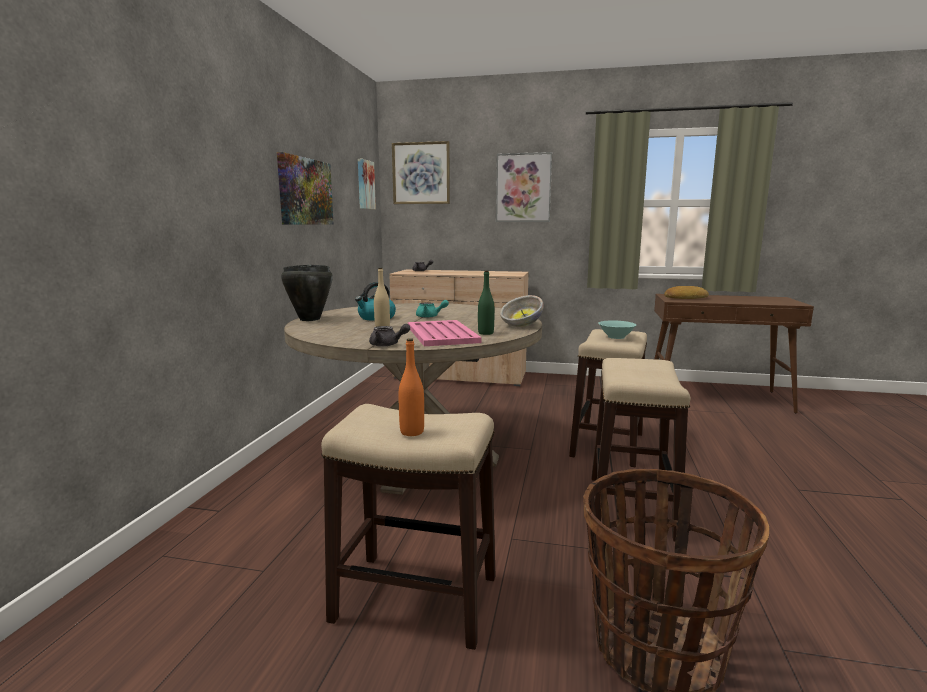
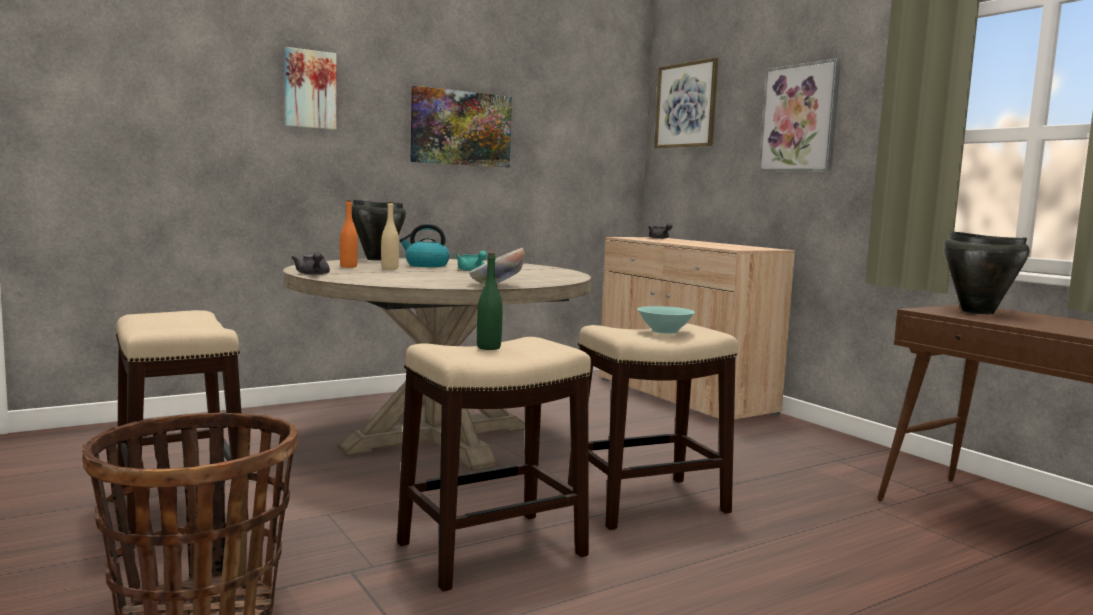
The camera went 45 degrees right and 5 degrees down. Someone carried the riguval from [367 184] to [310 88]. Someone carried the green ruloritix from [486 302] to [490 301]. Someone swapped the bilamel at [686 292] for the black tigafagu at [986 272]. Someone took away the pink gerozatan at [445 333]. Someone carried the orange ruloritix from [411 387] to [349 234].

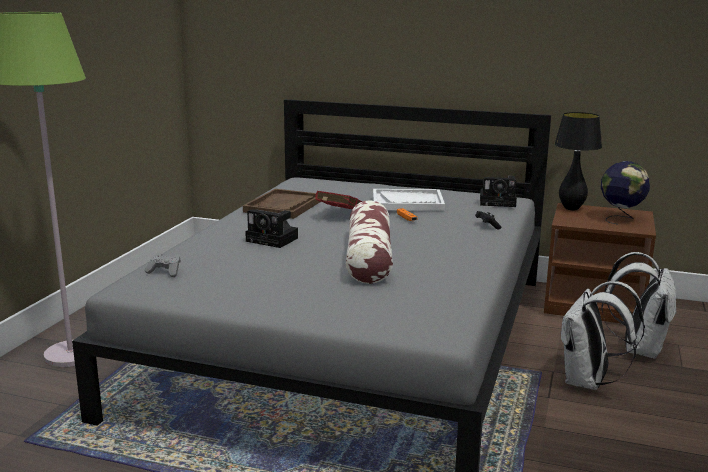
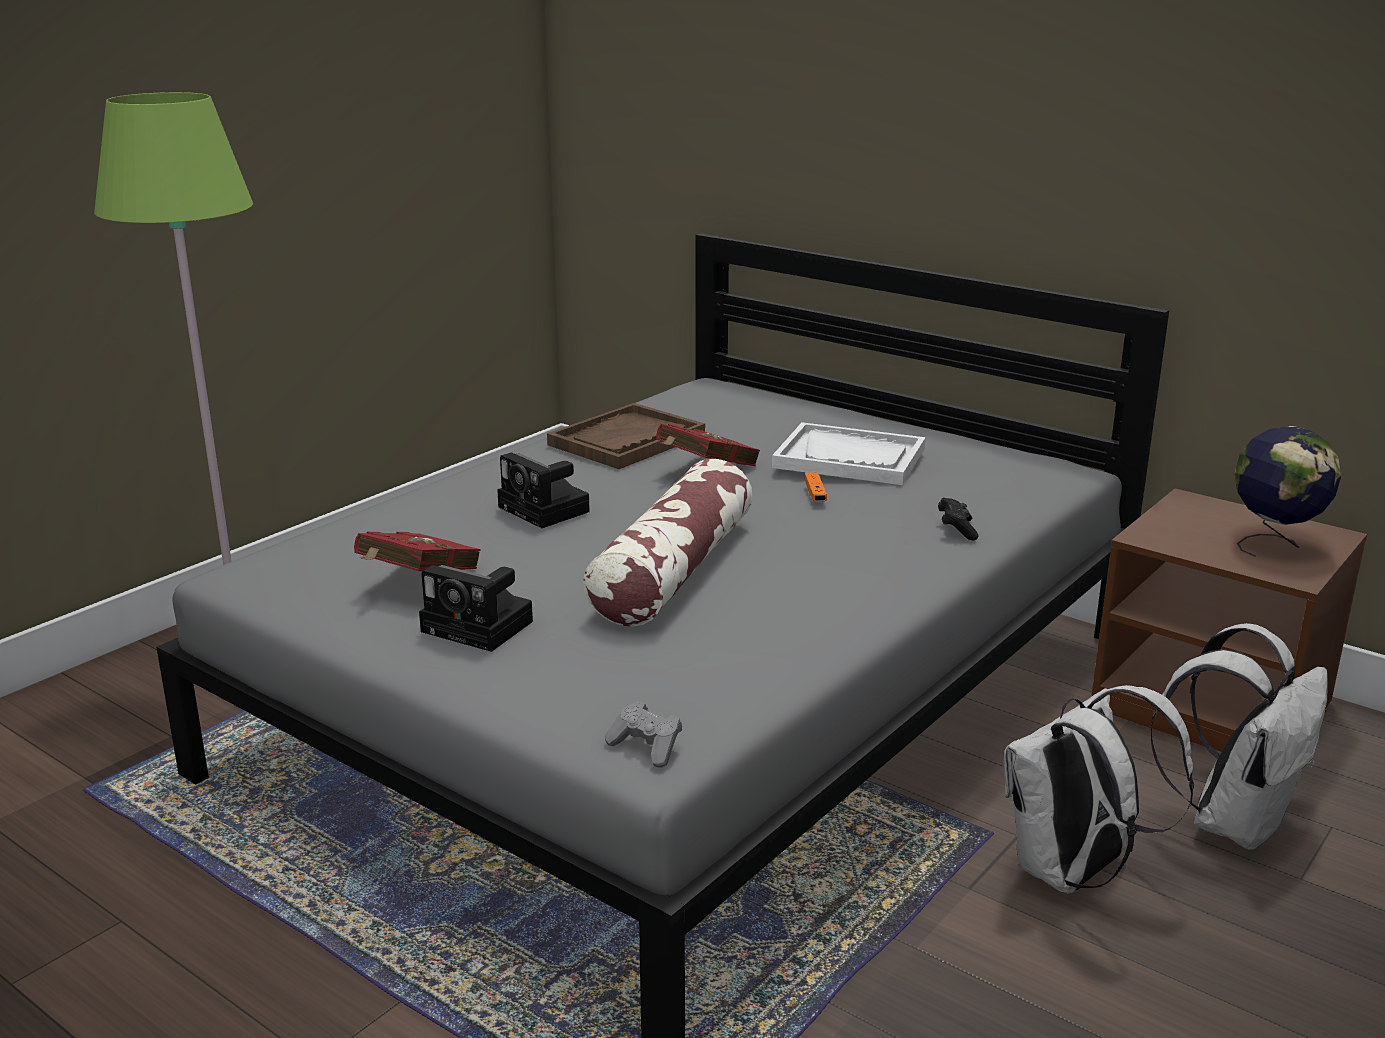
The camera went 20 degrees right and 5 degrees up. Someone took away the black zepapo at [578 161]. Someone carried the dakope from [498 191] to [476 608]. Someone carried the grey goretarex from [163 265] to [643 734]. Someone put down the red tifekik at [417 551].

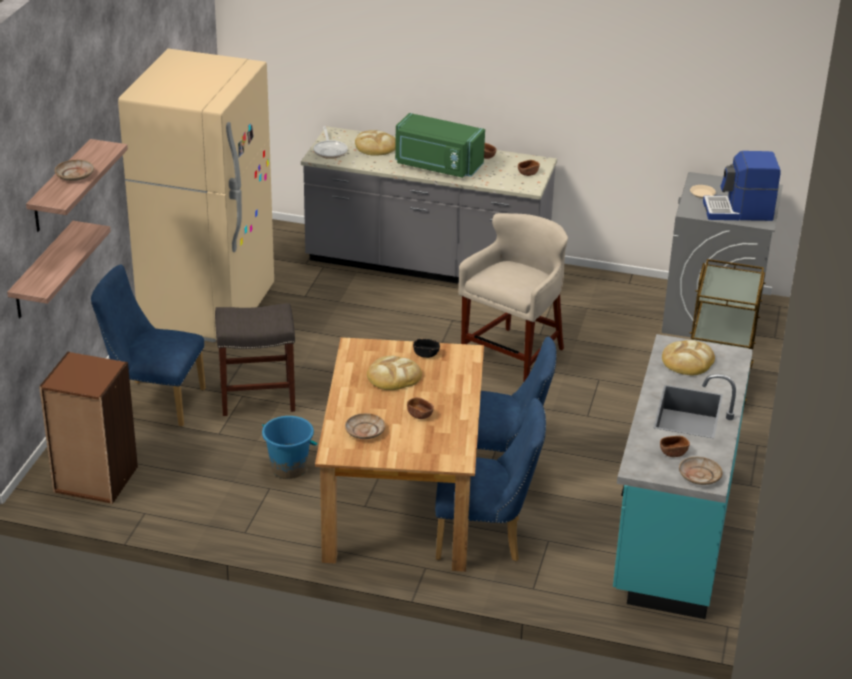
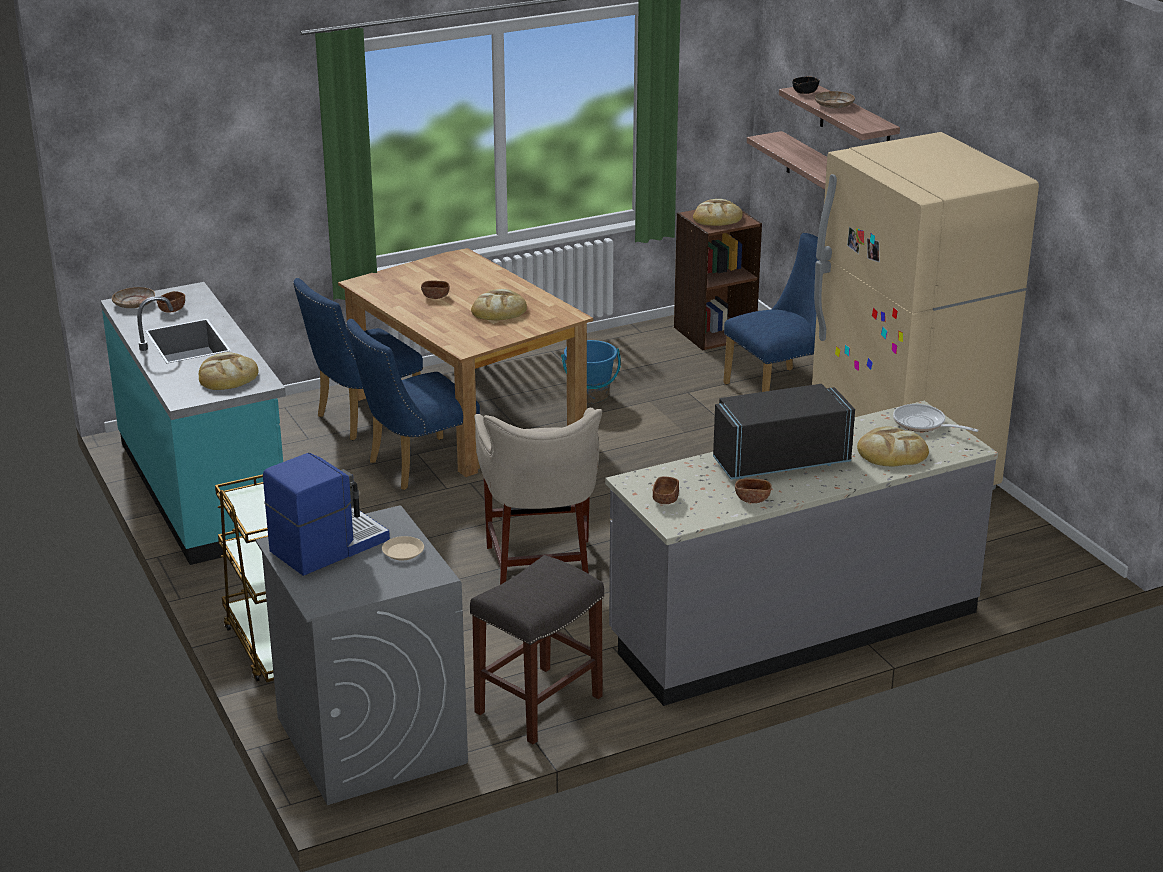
The camera went 140 degrees right and 5 degrees down. Someone repainted the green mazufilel at [440 145], which became the black mazufilel at [784 432]. Someone carried the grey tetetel from [255 359] to [537 649]. Someone carried the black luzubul from [426 348] to [806 85]. Someone took away the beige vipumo at [365 426]. Someone put down the bilamel at [718 212].

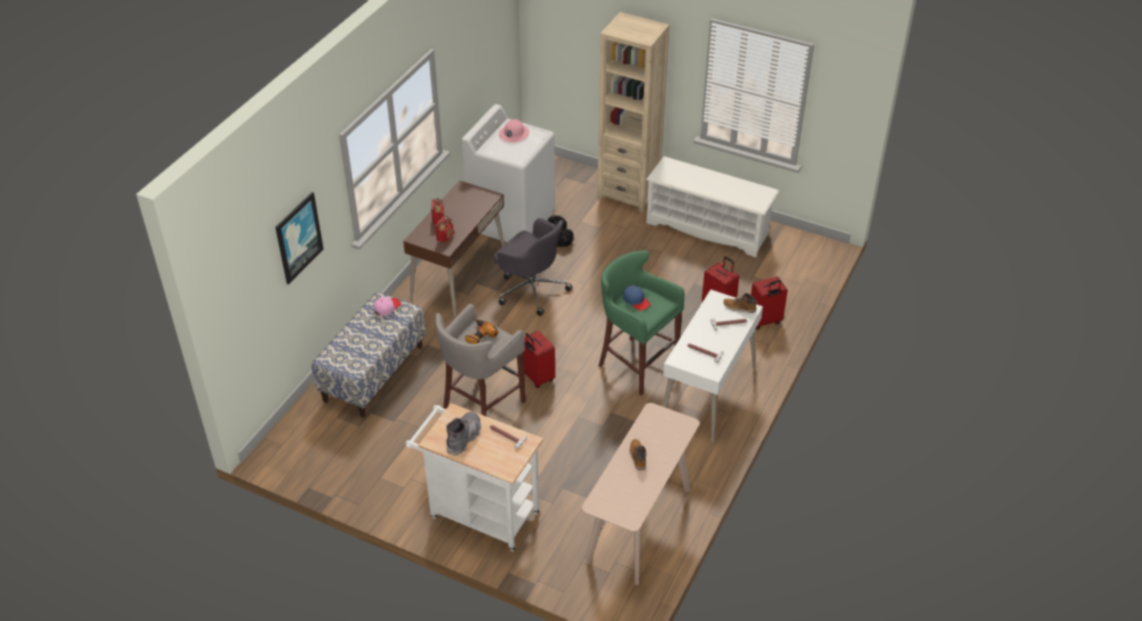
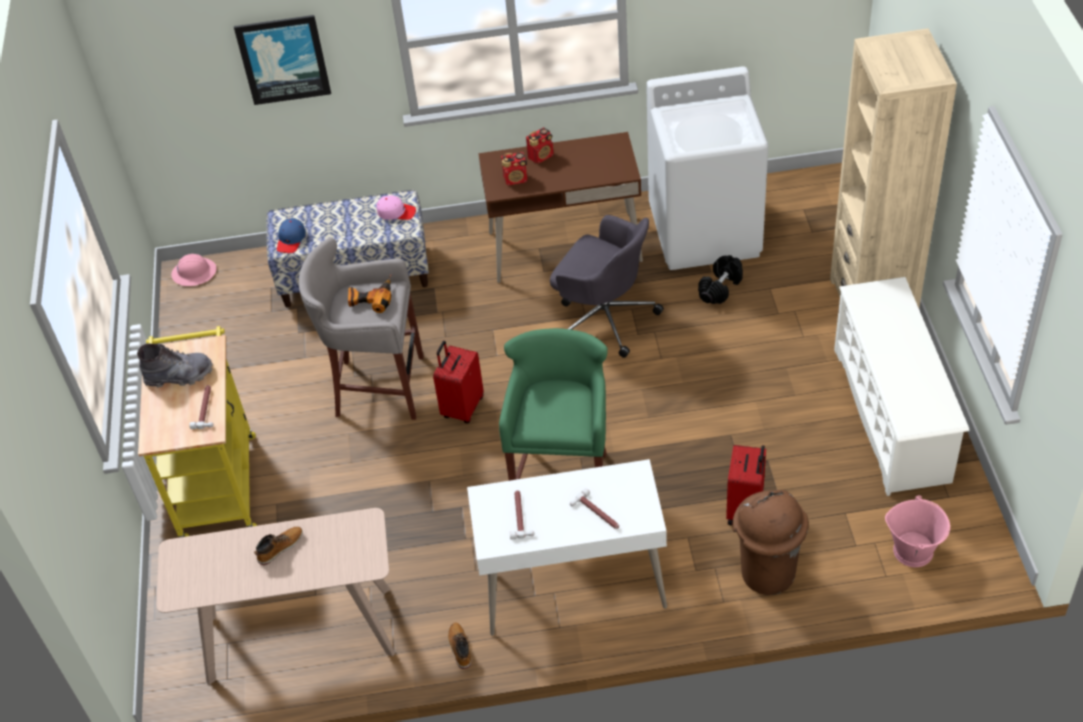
The camera went 60 degrees right and 5 degrees up. Someone carried the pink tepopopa from [514 131] to [194 270]. Someone rotated the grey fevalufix at [533 267] by 60 degrees counterclockwise. Someone swapped the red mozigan at [769 303] for the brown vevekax at [770 542]. Someone carried the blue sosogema from [637 298] to [291 235]. Someone carried the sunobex from [740 303] to [459 645]. Someone repainted the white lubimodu at [474 477], which became the yellow lubimodu at [197 432]. Someone put down the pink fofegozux at [917 531].

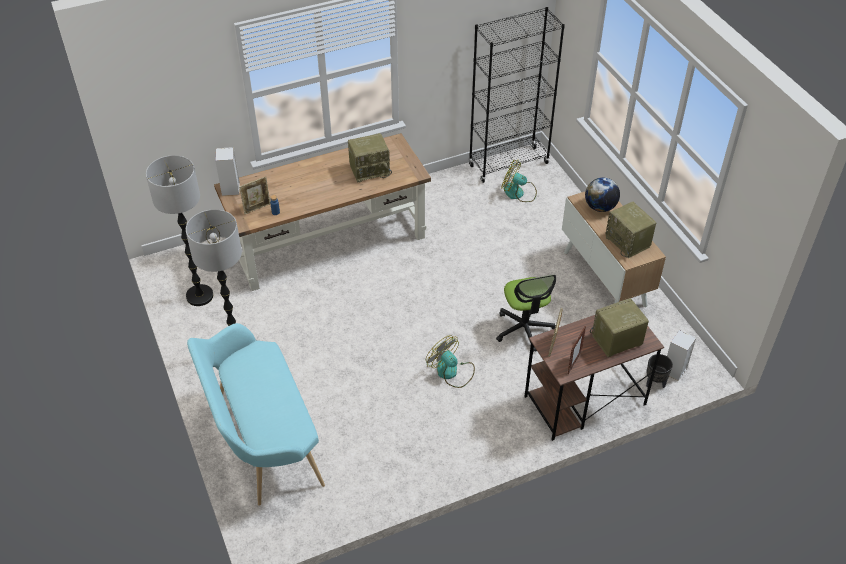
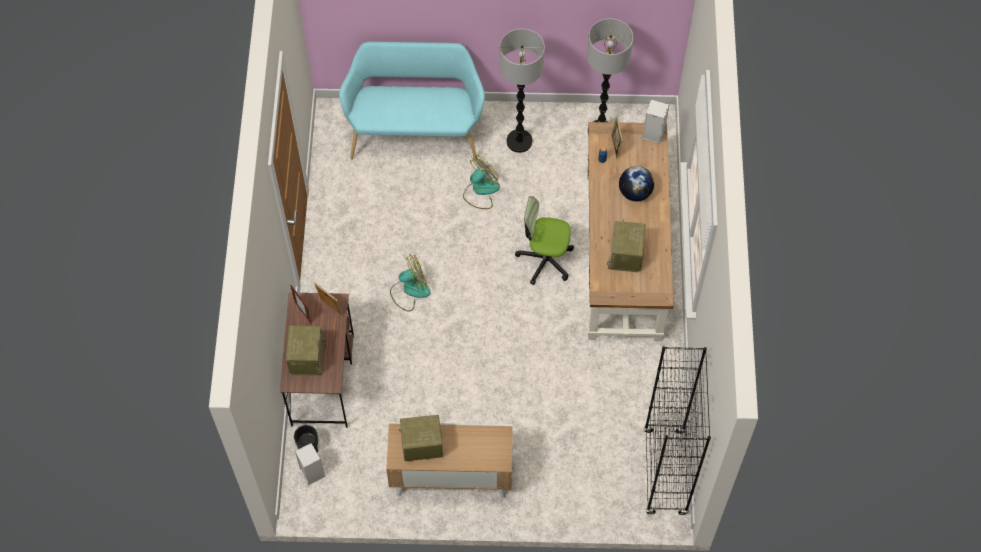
The camera went 115 degrees right and 15 degrees up. Someone carried the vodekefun from [519 181] to [481 182]. Someone carried the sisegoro from [602 194] to [636 183]. Someone carried the fevalufix from [526 313] to [544 240].

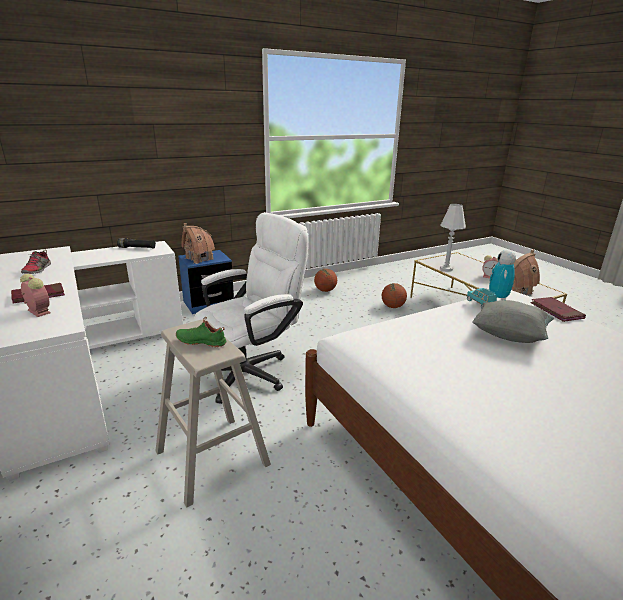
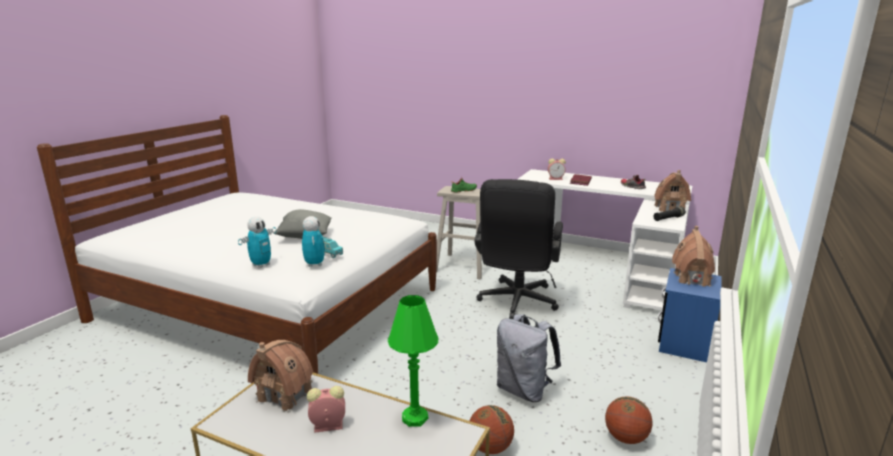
The camera went 145 degrees right and 5 degrees down. Someone repainted the white zepapo at [453 238], which became the green zepapo at [413 361]. Someone repainted the white fevalufix at [251 308], which became the black fevalufix at [519 249]. Someone swapped the red tifekik at [558 309] for the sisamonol at [257 242]. Someone put down the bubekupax at [672 191]. Someone put down the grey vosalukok at [529 358].

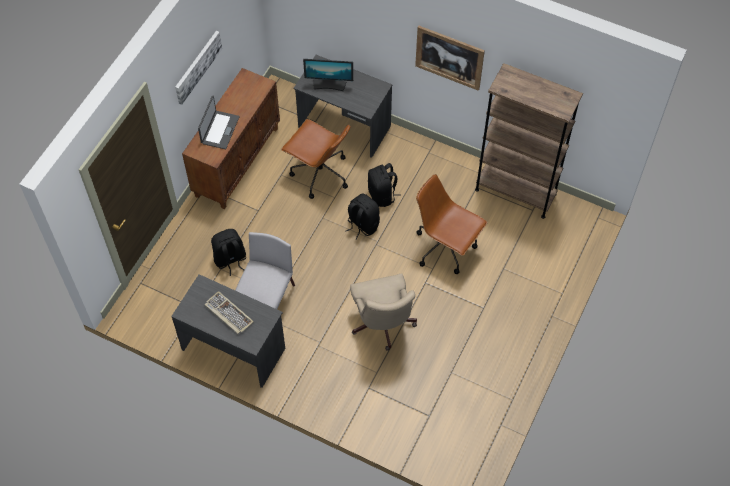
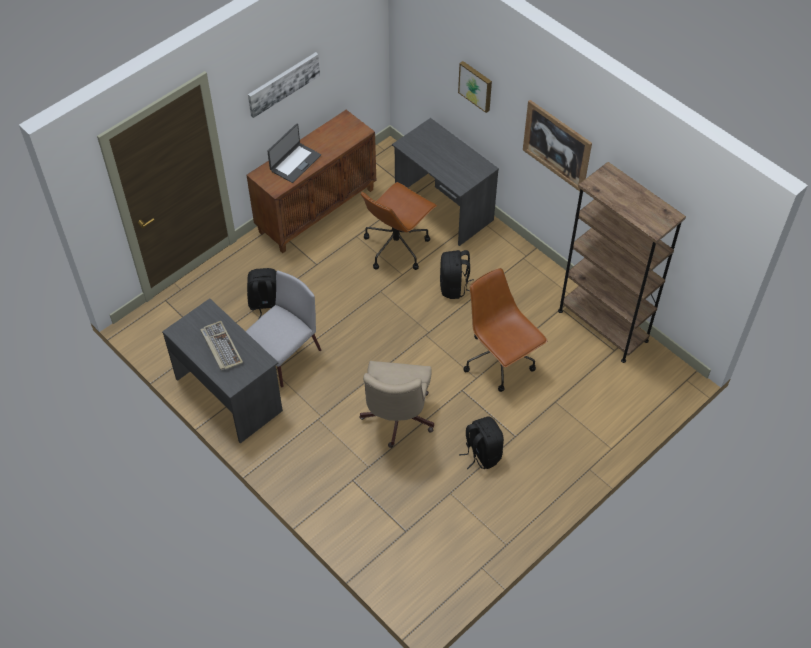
The camera went 20 degrees right and 5 degrees down. Someone took away the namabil at [328 75]. Someone rotated the brown fevalufix at [316 159] by 75 degrees clockwise. Someone carried the black vosalukok from [363 217] to [481 442]. Someone put up the riguval at [475 87].

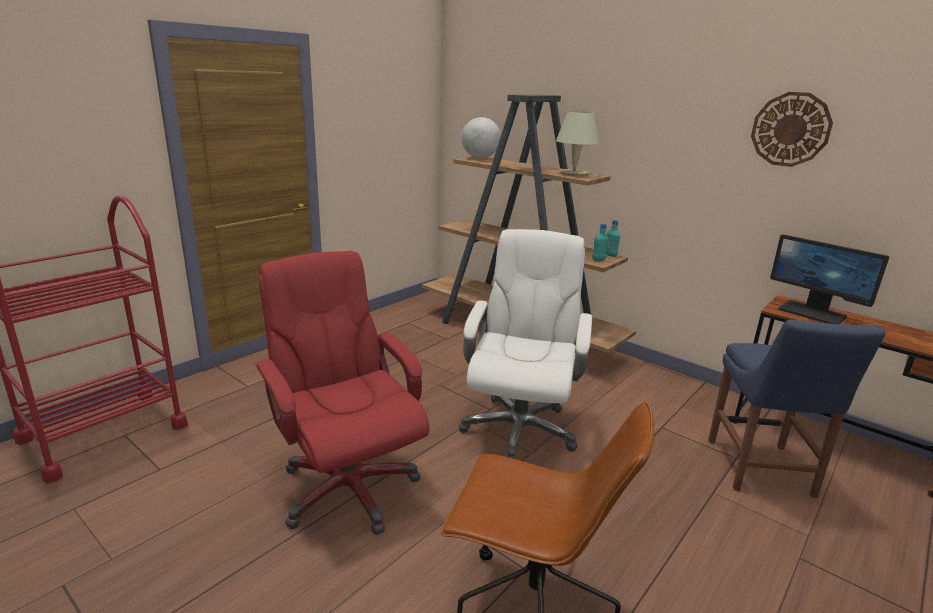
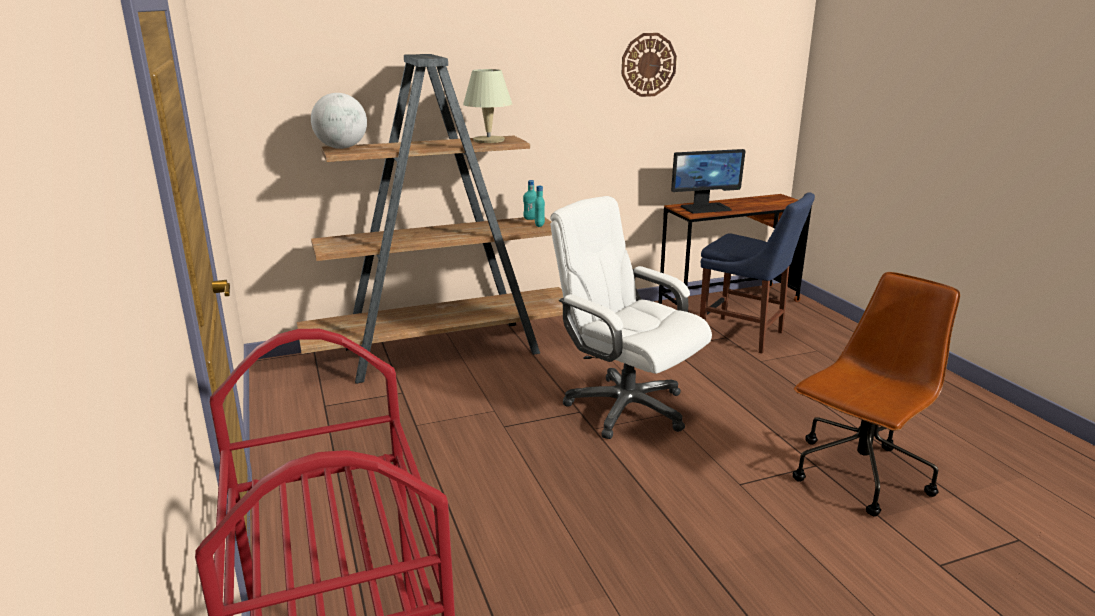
The camera went 60 degrees left and 0 degrees up. Someone took away the red fevalufix at [342 393].

